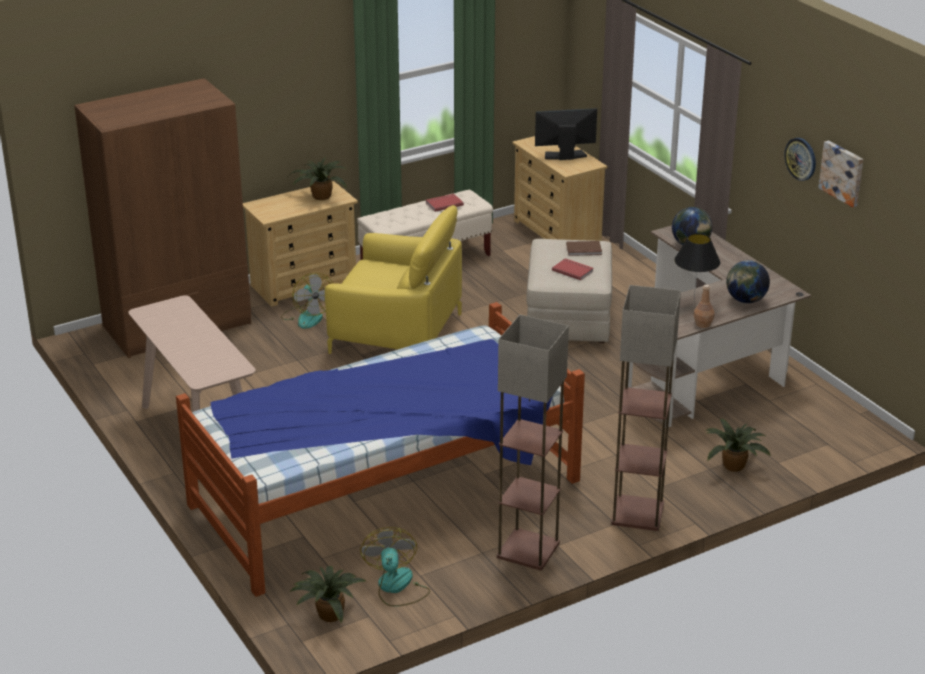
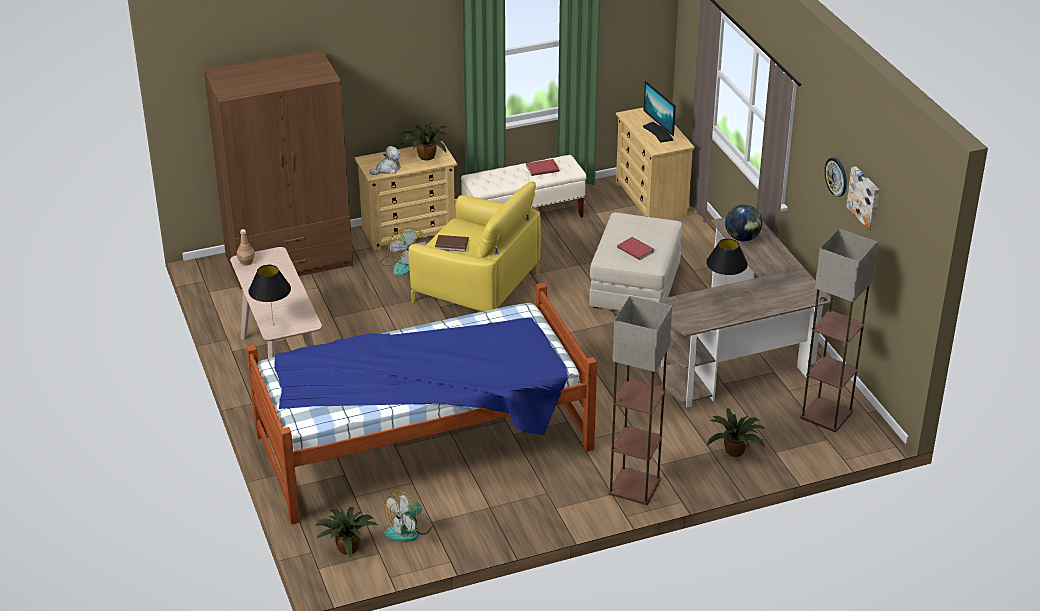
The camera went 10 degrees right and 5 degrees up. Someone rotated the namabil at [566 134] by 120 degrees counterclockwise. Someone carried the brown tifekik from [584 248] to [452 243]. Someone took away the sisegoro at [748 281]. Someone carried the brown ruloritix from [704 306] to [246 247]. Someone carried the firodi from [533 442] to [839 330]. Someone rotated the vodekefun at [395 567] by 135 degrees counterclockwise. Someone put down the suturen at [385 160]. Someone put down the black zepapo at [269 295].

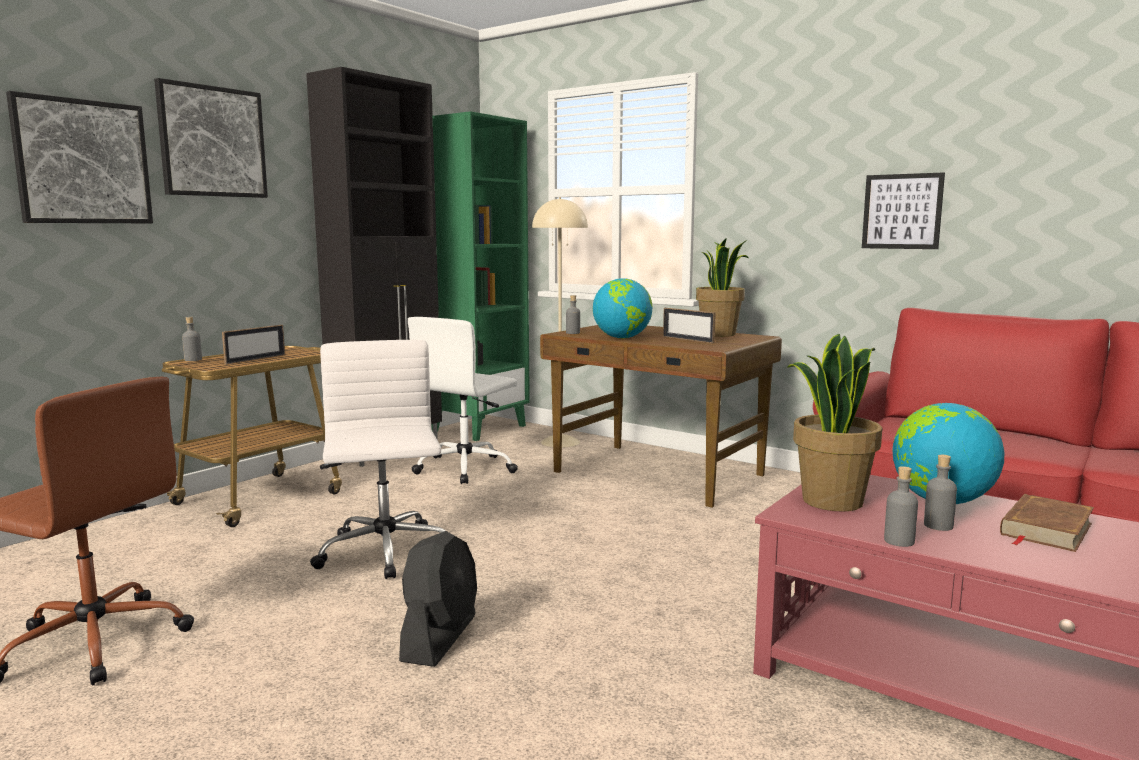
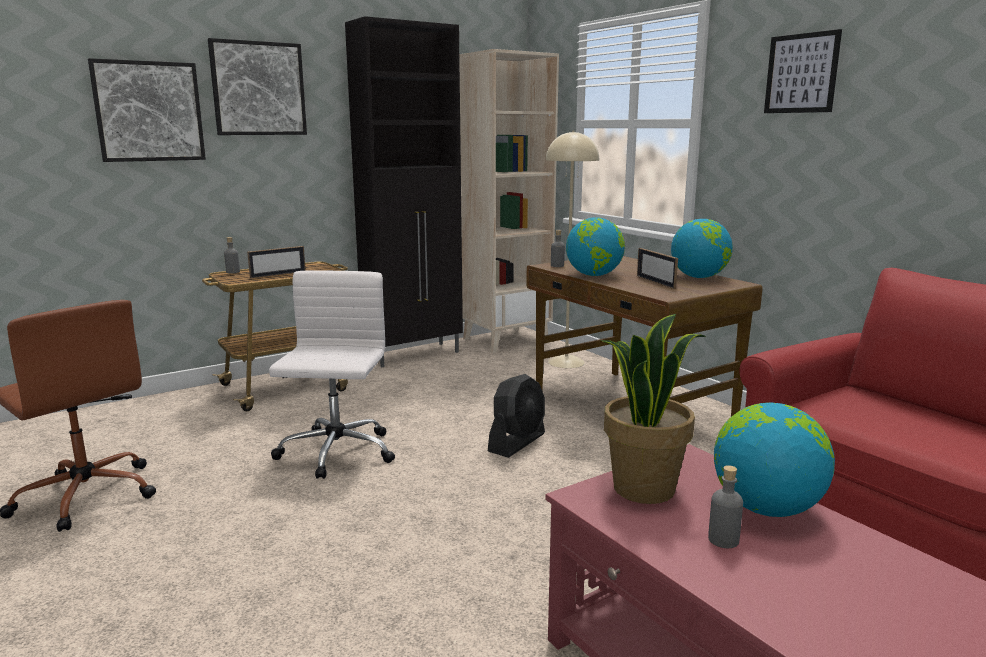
The camera went 20 degrees right and 5 degrees up. Someone repainted the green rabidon at [480 276], which became the beige rabidon at [509 201]. Someone carried the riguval from [903 210] to [803 71]. Someone swapped the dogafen at [722 287] for the sisegoro at [702 248]. Someone took away the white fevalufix at [463 400]. Someone took away the grey ruloritix at [901 506]. Someone took away the brown tifekik at [1047 523]. Someone carried the black vodekefun from [438 599] to [516 416].

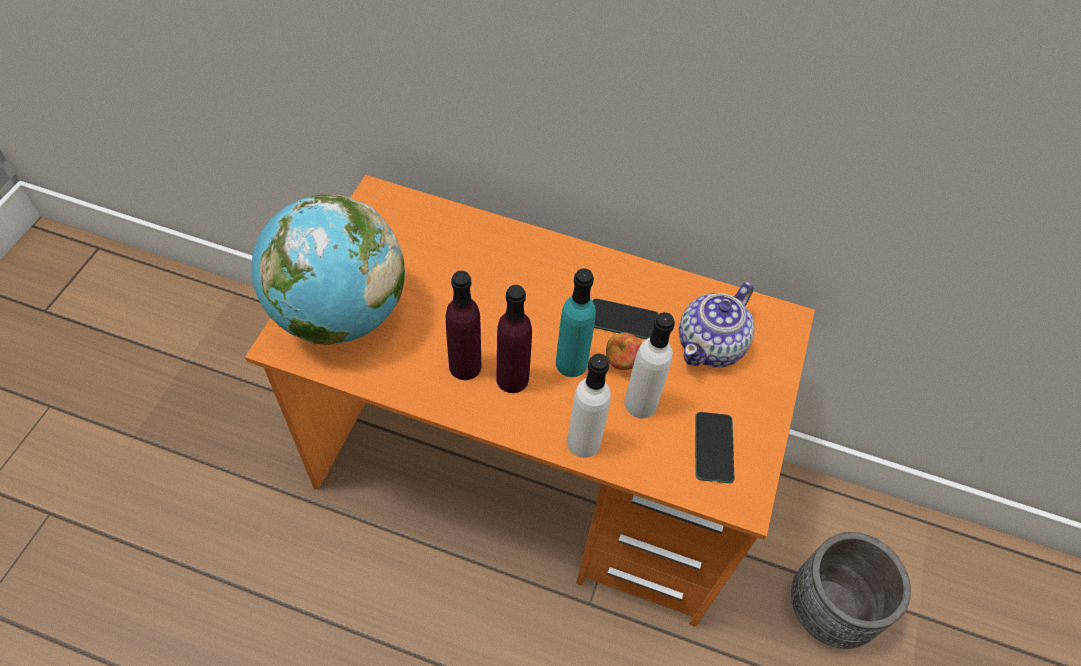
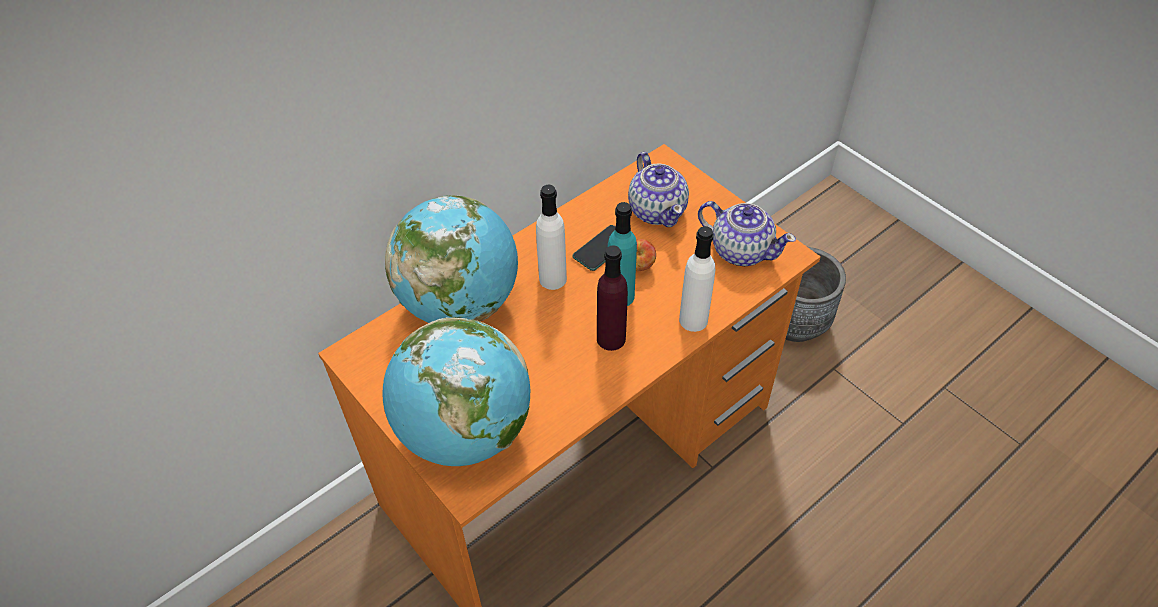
The camera went 55 degrees left and 5 degrees down. Someone took away the purple ruloritix at [464 325]. Someone carried the white ruloritix from [649 365] to [551 237]. Someone swapped the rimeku at [714 447] for the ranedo at [747 233]. Someone put down the sisegoro at [451 259].

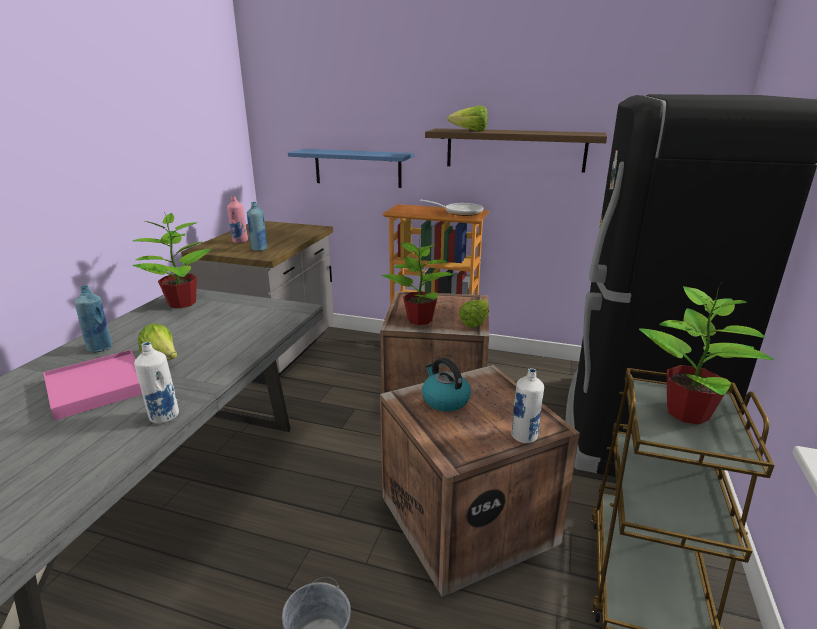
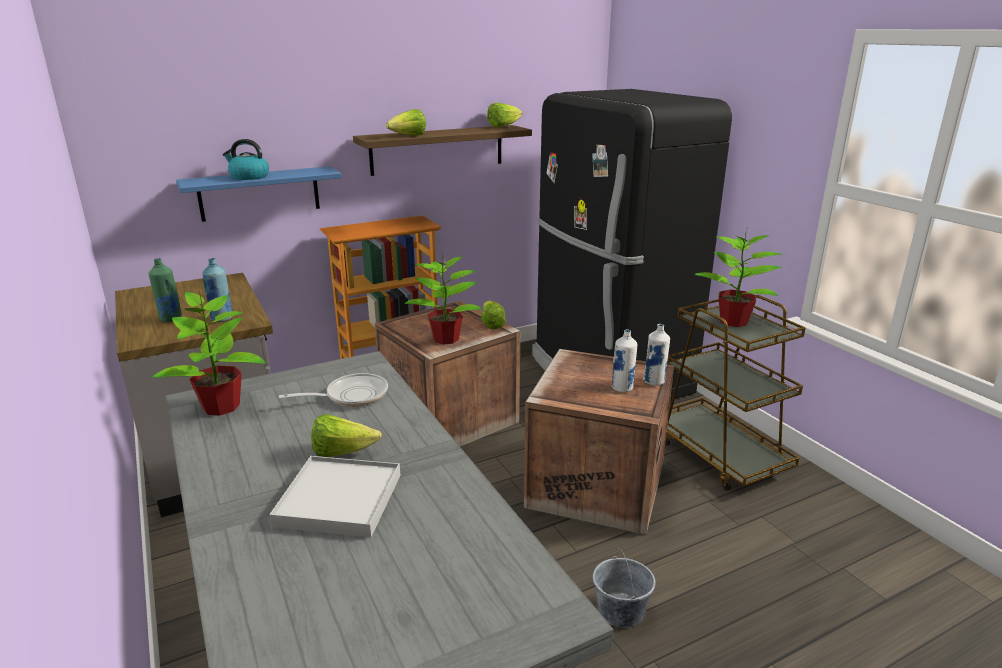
The camera went 45 degrees left and 0 degrees up. Someone repainted the pink ruloritix at [237 219], which became the green ruloritix at [165 290]. Someone carried the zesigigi from [451 208] to [333 390]. Someone took away the blue ruloritix at [93 319]. Someone carried the white ruloritix from [156 383] to [624 360]. Someone repainted the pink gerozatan at [92 385], which became the white gerozatan at [334 497]. Someone carried the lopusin from [446 384] to [246 159]. Someone put down the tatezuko at [504 115].

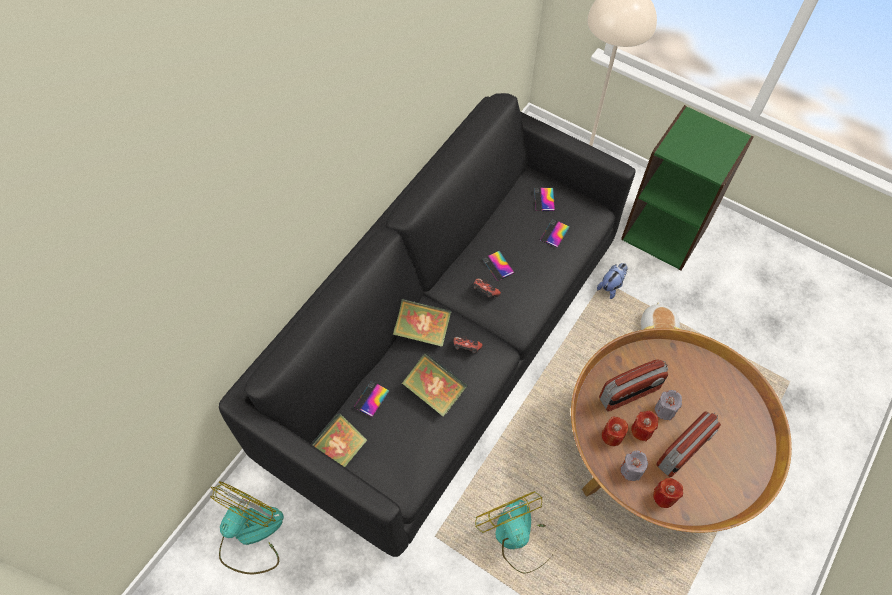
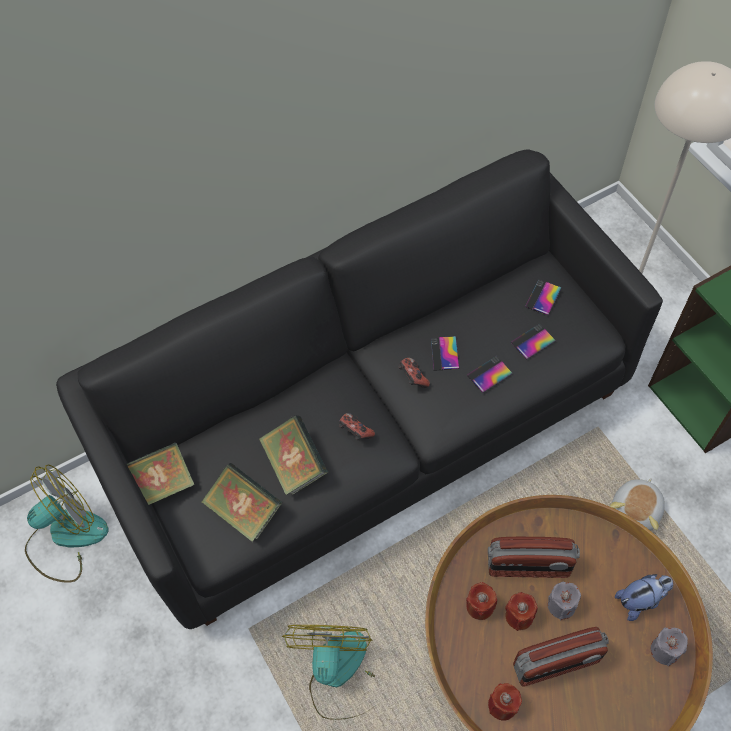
The camera went 30 degrees right and 0 degrees up. Someone carried the suturen from [612 281] to [644 597]. Someone carried the tifekik from [422 323] to [241 502]. Someone carried the rimeku from [372 399] to [490 374]. Someone carried the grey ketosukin from [634 466] to [669 646].

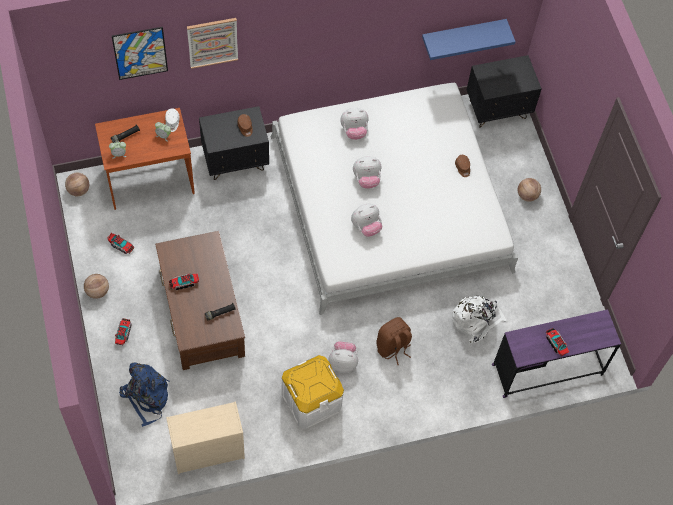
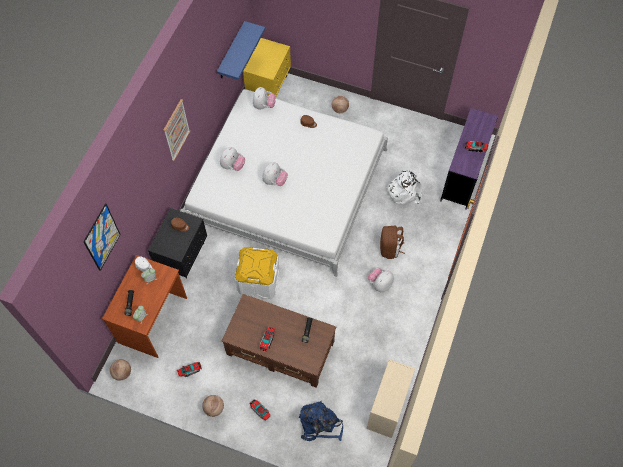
The camera went 50 degrees left and 0 degrees up. Someone carried the riguval from [212 43] to [176 130]. Someone repainted the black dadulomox at [504 91], which became the yellow dadulomox at [267 67]. Someone carried the suturen from [366 220] to [264 98]. Someone carried the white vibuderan from [312 392] to [257 273].

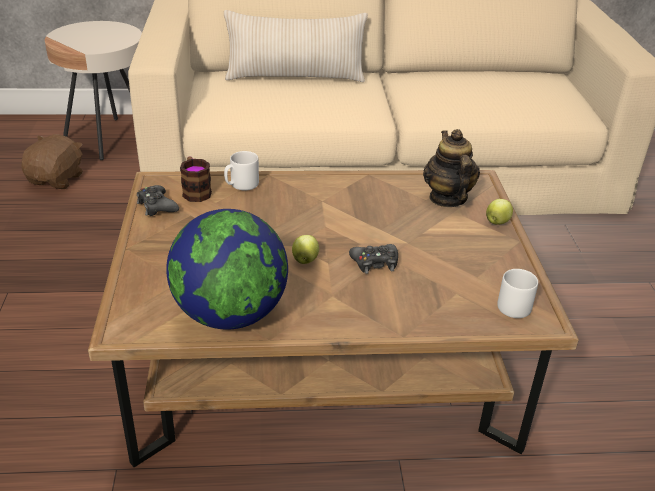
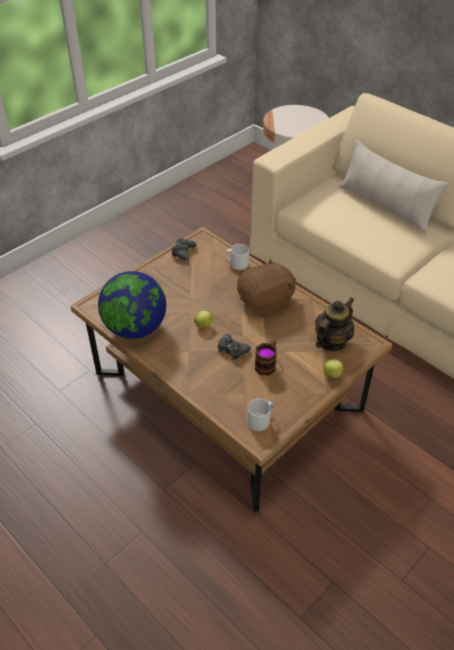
The camera went 50 degrees right and 10 degrees up. Someone carried the brown suturen from [52 161] to [266 287]. Someone carried the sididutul from [196 179] to [266 358].

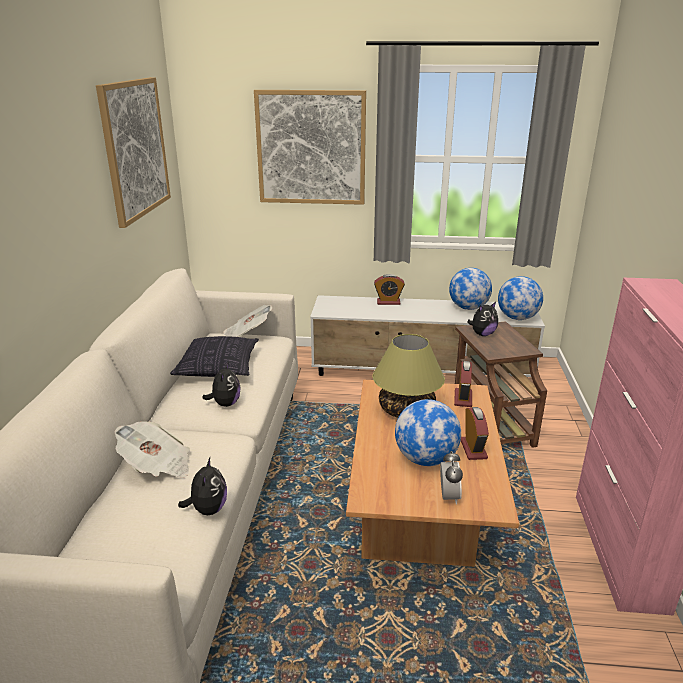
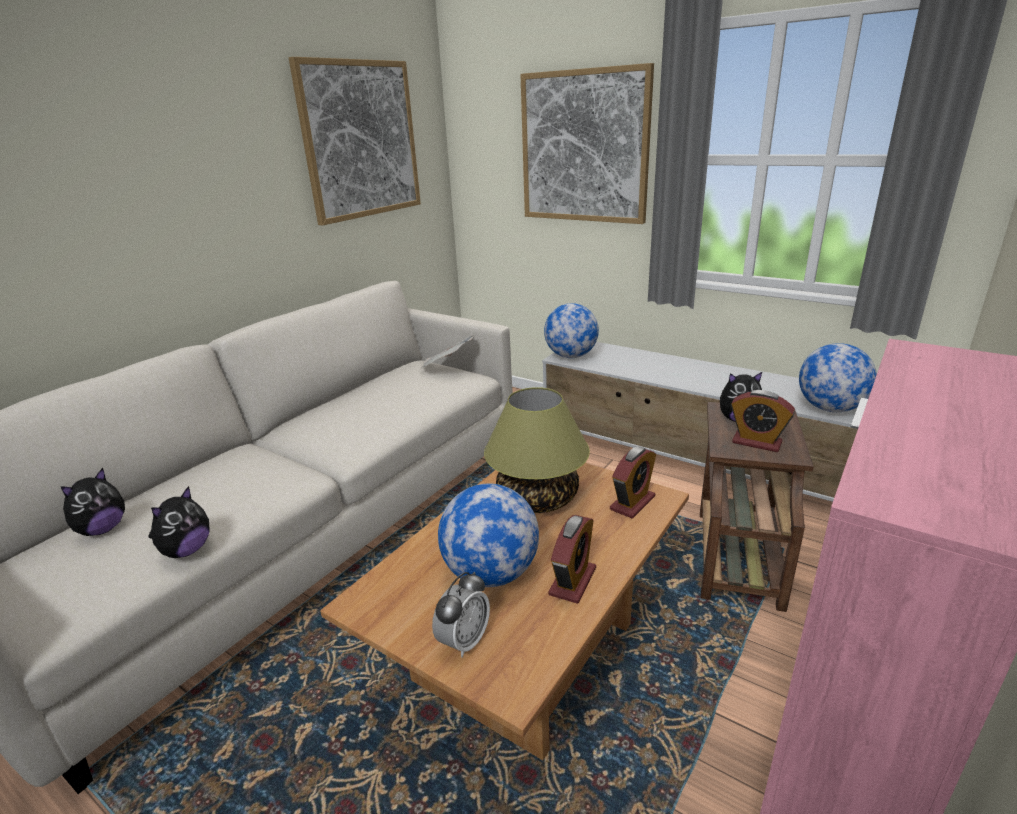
The camera went 30 degrees right and 0 degrees up. Someone carried the sisegoro from [470 289] to [571 330]. Someone carried the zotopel from [389 289] to [763 421]. Someone took away the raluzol at [214 356]. Someone carried the suturen from [221 385] to [93 502]. Someone took away the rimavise at [152 449].

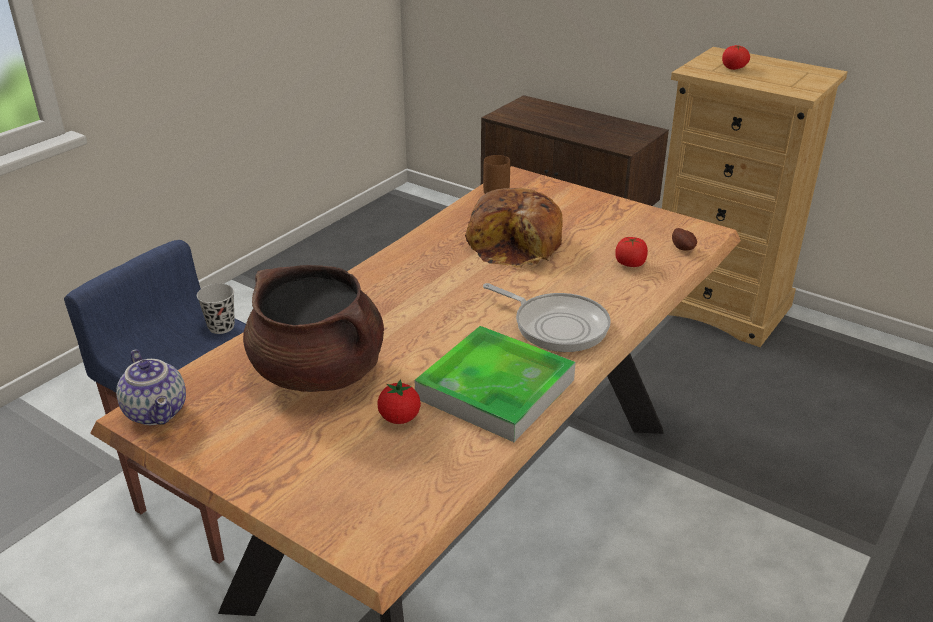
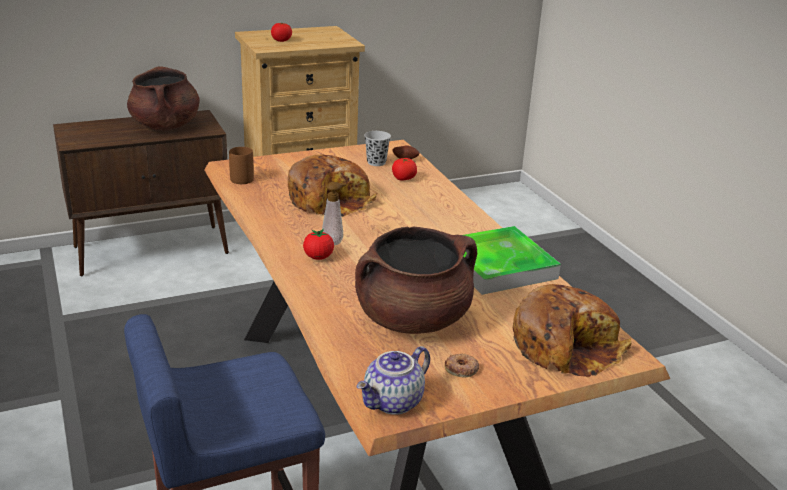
The camera went 60 degrees left and 5 degrees down. Someone took away the zesigigi at [547 317]. Someone carried the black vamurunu from [216 309] to [377 148]. Someone rotated the ranedo at [151 387] by 135 degrees clockwise. Someone carried the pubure from [399 401] to [318 244]. Someone put down the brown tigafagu at [163 98]. Someone put down the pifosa at [334 213]. Someone put down the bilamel at [572 331]. Someone put down the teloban at [461 365].

